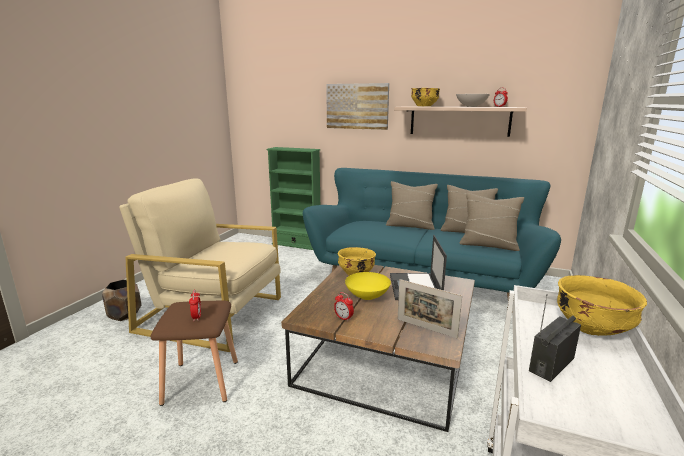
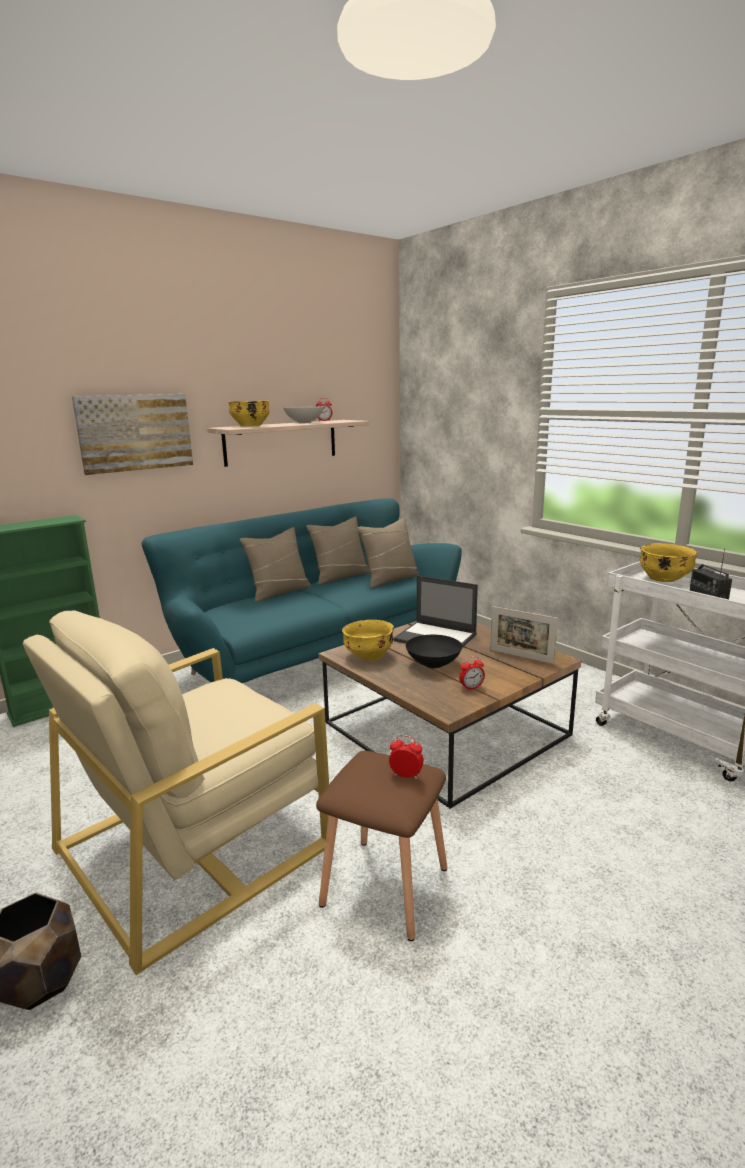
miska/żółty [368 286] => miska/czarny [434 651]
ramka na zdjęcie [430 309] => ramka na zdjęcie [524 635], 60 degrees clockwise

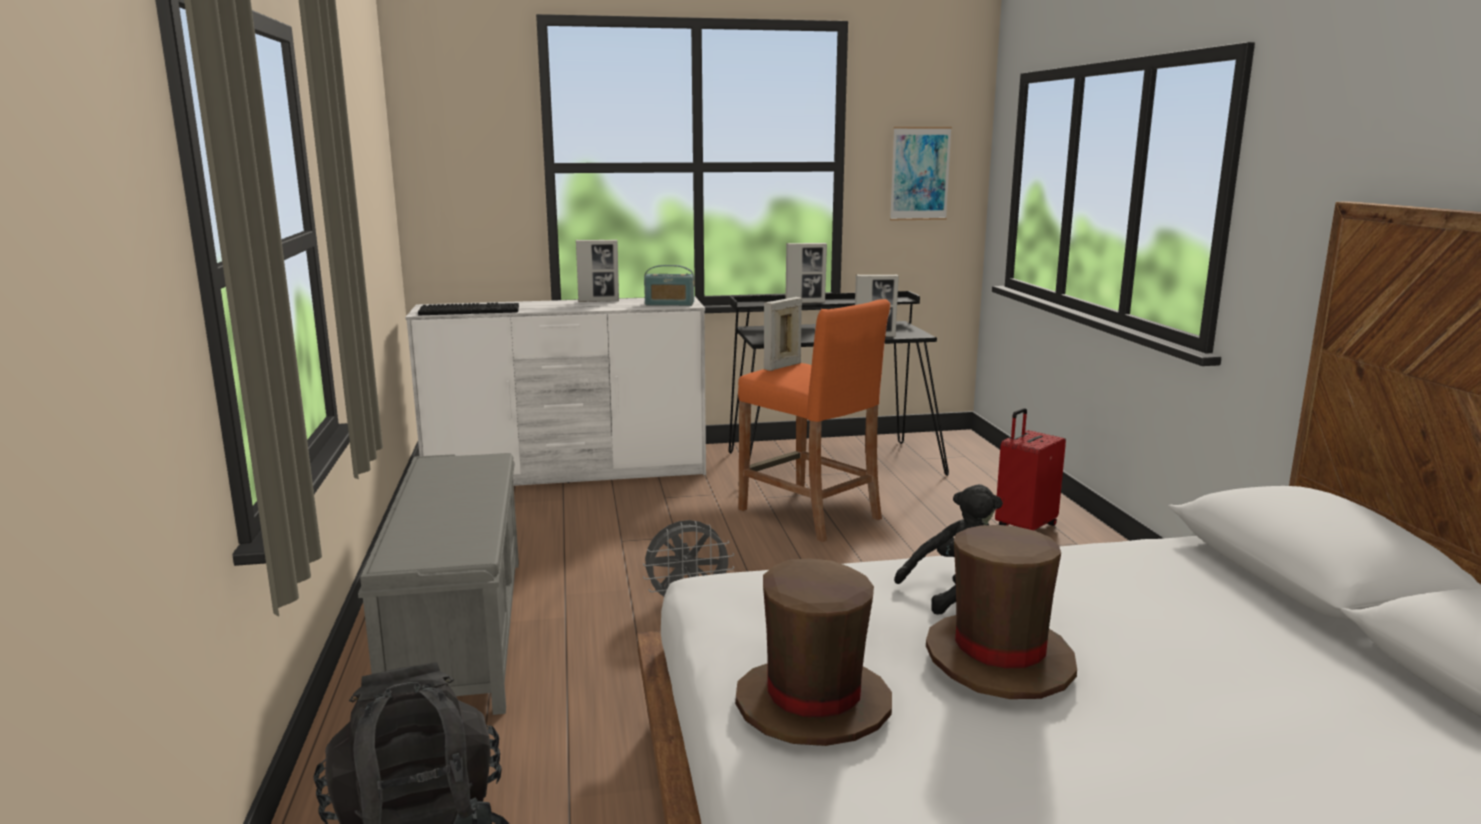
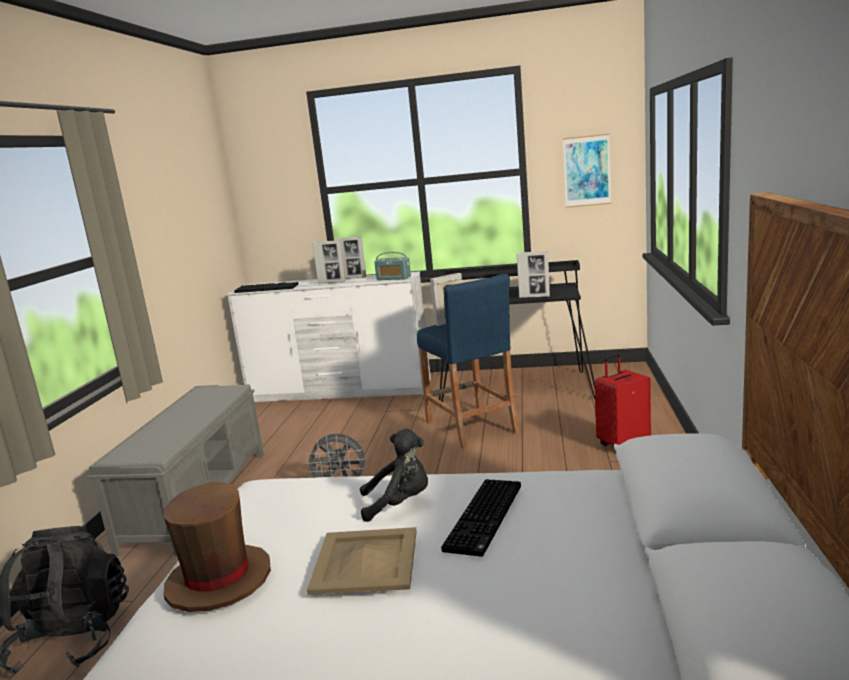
nothing => klawiatura [481 518]
ramka na zdjęcie [806 273] => ramka na zdjęcie [329 262], move
kapelusz/brązowy [1001 612] => taca/beżowy [362 561]
stołek/pomarańczowy [814 420] => stołek/niebieski [468 361]

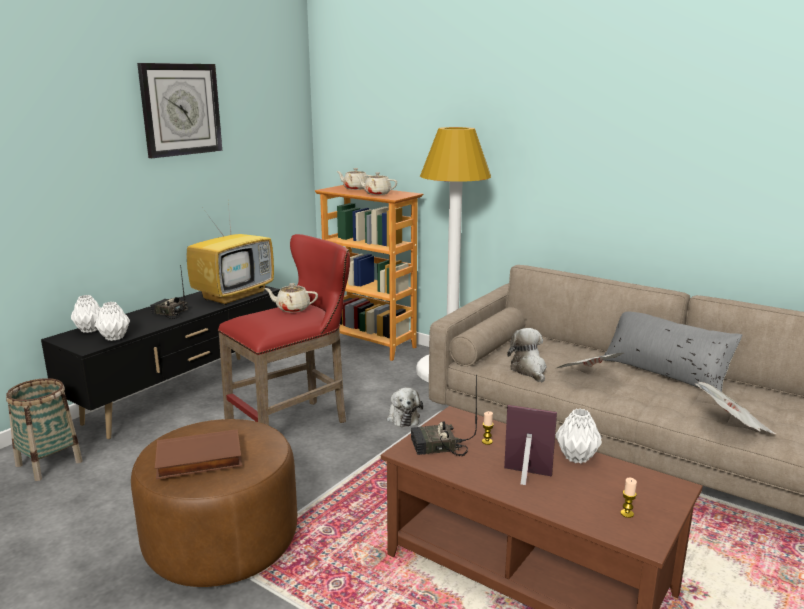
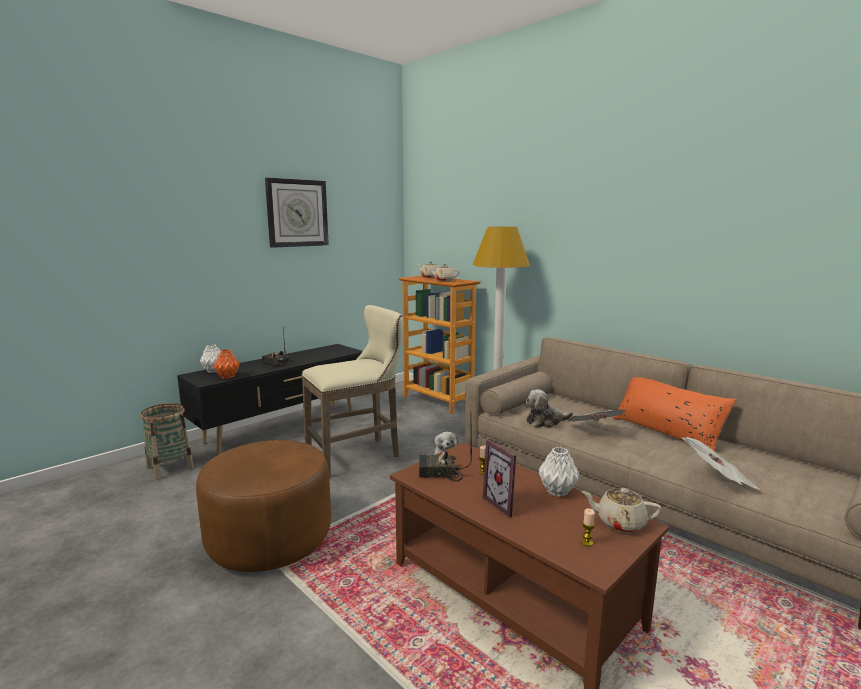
książka/brązowy [198 454] => nothing
telewizor [230 254] => nothing
imbryk/beżowy [291 297] => imbryk/beżowy [622 510], move
wazon/biały [112 321] => wazon/pomarańczowy [226 364]
stołek/czerwony [284 330] => stołek/beżowy [352 391]
poduszka/szary [673 352] => poduszka/pomarańczowy [674 414]
ramka na zdjęcie [530 445] => ramka na zdjęcie [500 478], 150 degrees counterclockwise
pluszak [526 355] => pluszak [549 408], 105 degrees counterclockwise

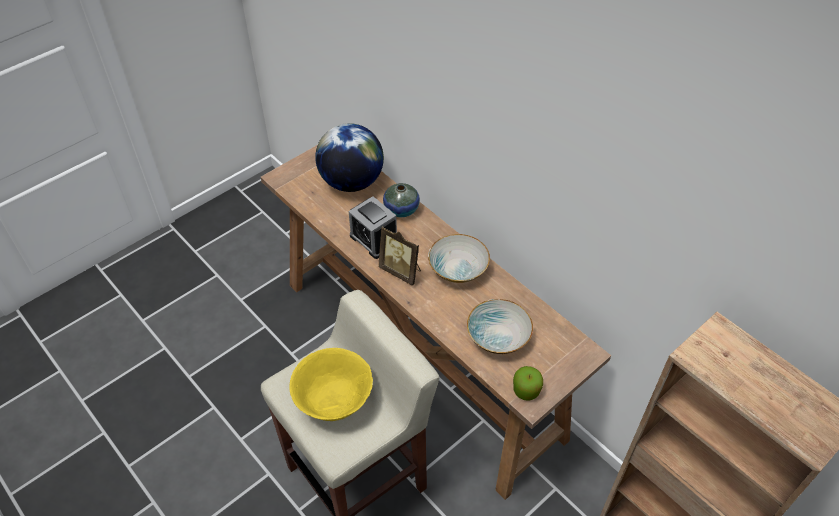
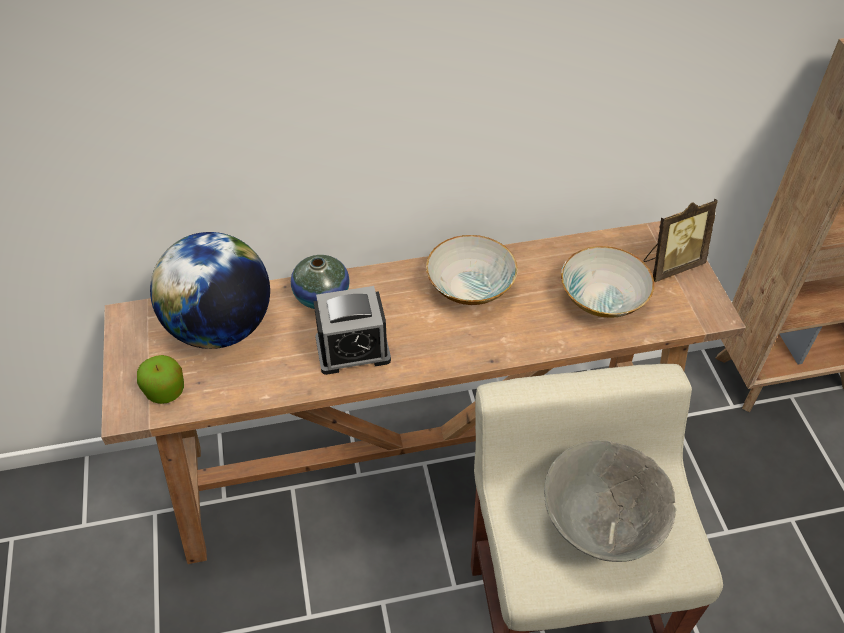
ramka na zdjęcie [399 256] => ramka na zdjęcie [680 240], move
jabłko [528 383] => jabłko [160 379], move
miska/żółty [331 384] => miska/szary [610 501]

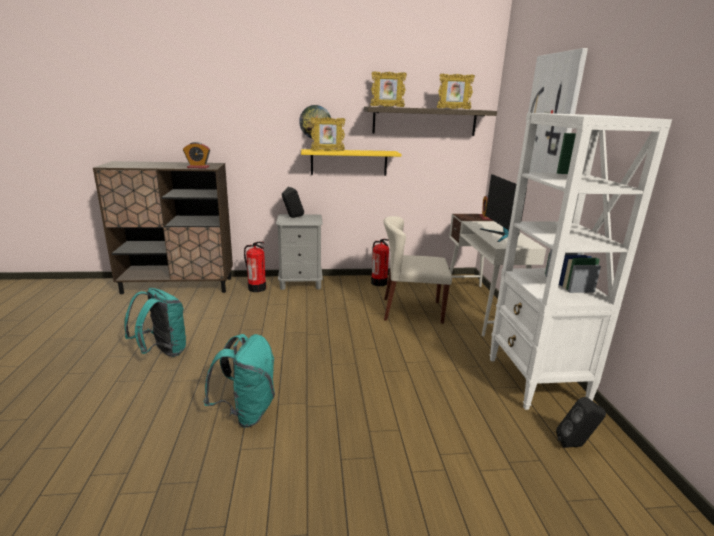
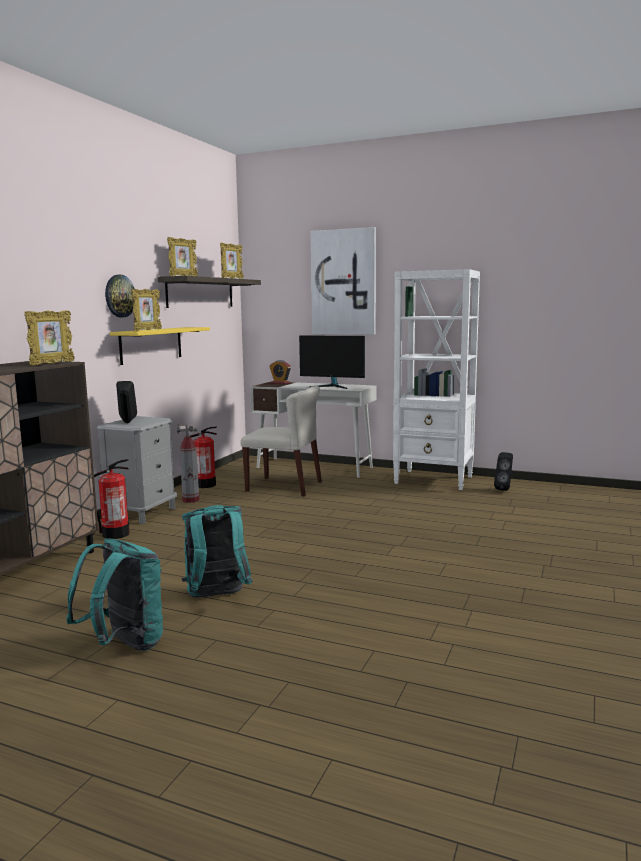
nothing => gaśnica [188 463]
plecak/turkusowy [239 381] => plecak/turkusowy [114 595], move
budzik [196 155] => ramka na zdjęcie [49 337]
krzesło/beżowy [418 270] => krzesło/beżowy [281 441], 105 degrees counterclockwise

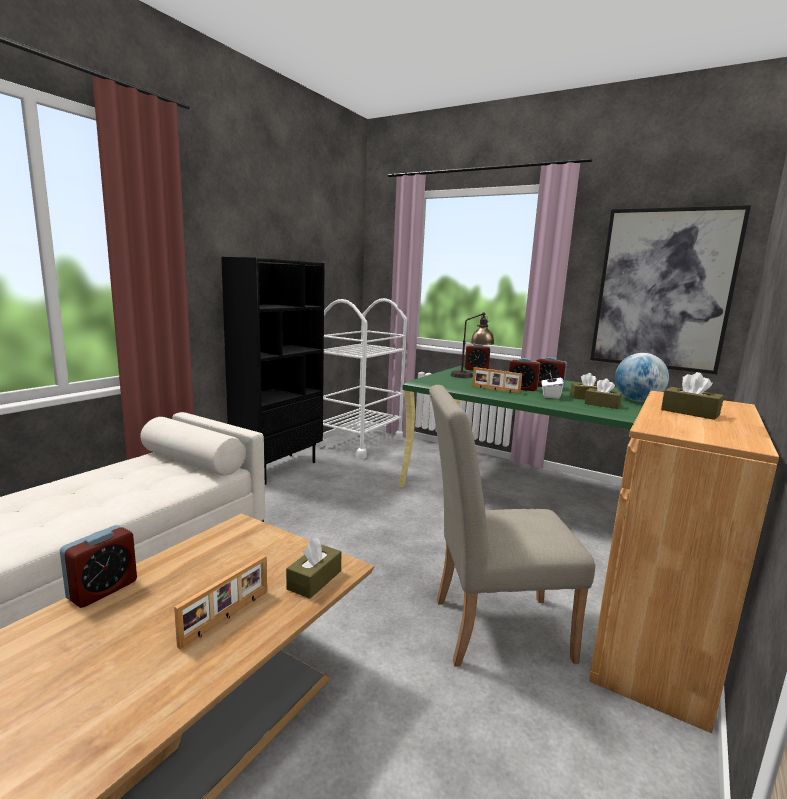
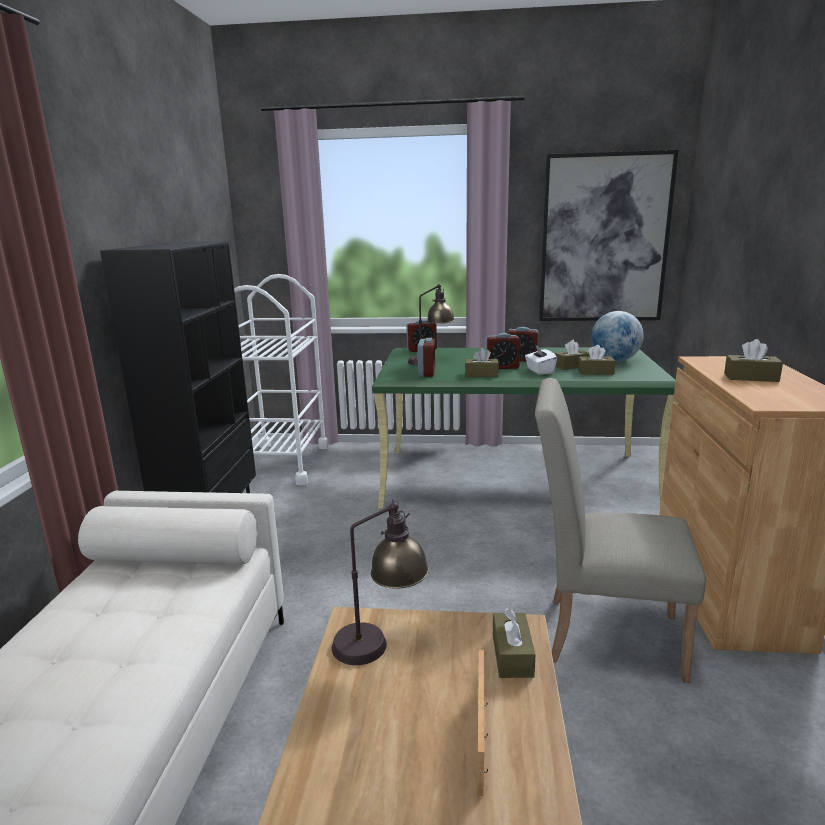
nothing => lampa stołowa [380 582]
budzik [98 566] => budzik [426 357], move
ramka na zdjęcie [497 380] => pudełko chusteczek/brązowy [482 362]
krzesło/beżowy [512 525] => krzesło/beżowy [620 530], 45 degrees clockwise

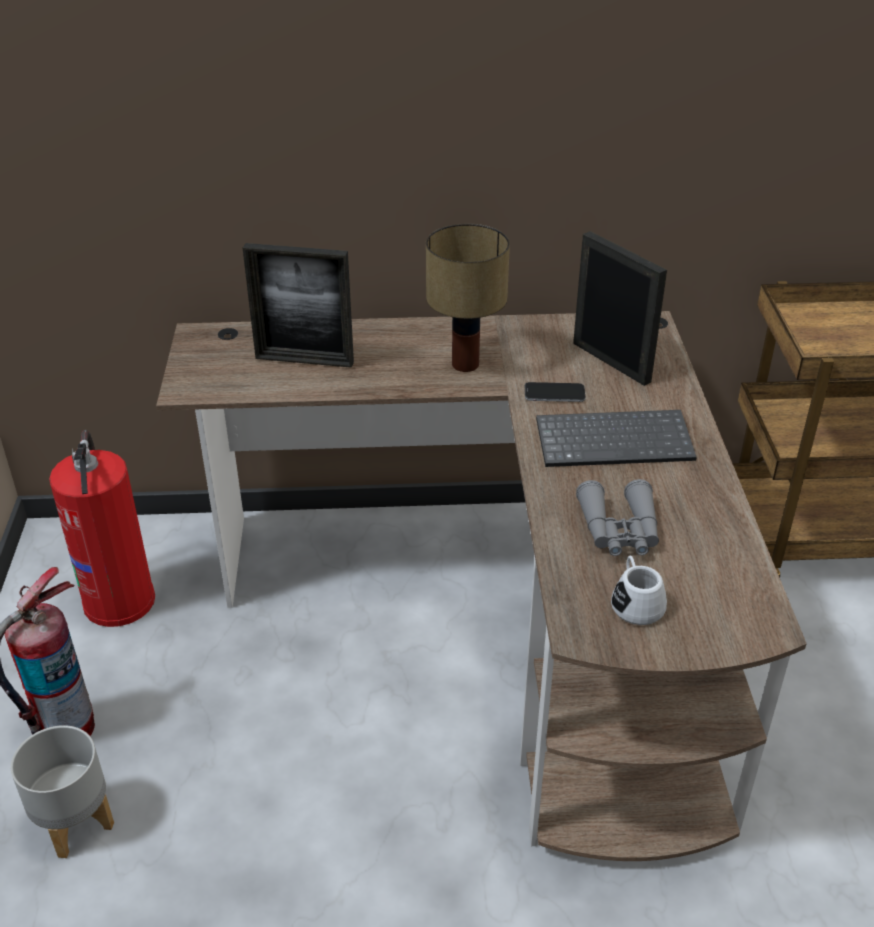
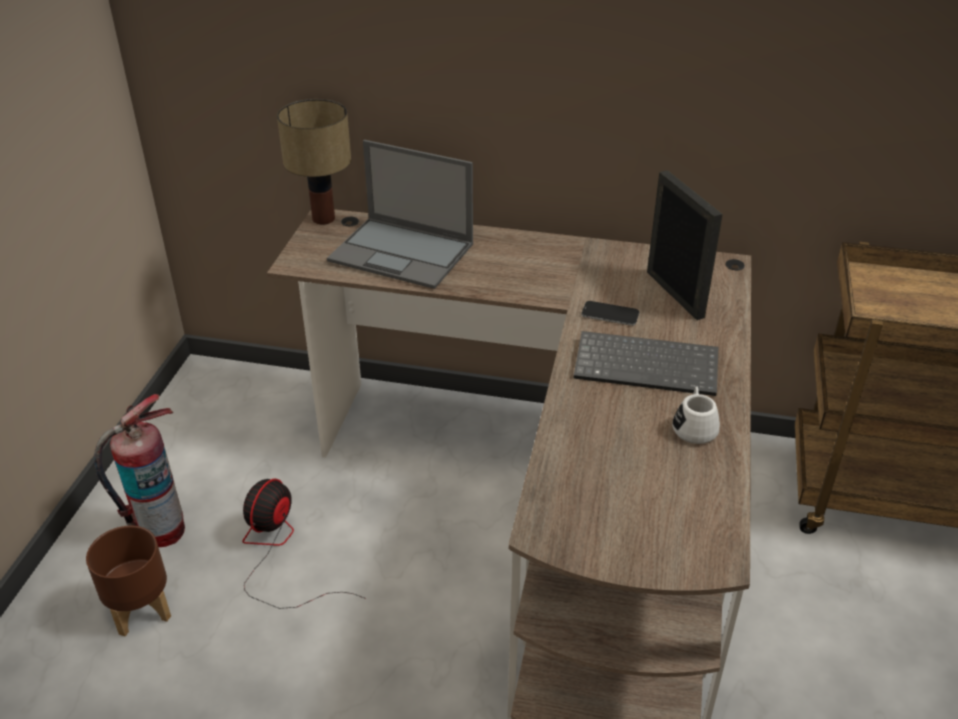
gaśnica [102 528] => nothing
lornetka/szary [617 517] => nothing
nothing => wentylator [304 543]
lampa stołowa [468 297] => lampa stołowa [314 162], move
kubek/biały [639 590] => kubek/biały [696 415], move
ramka na zdjęcie [298 305] => laptop [400 214]
donica/szary [62 791] => donica/brązowy [128 581]

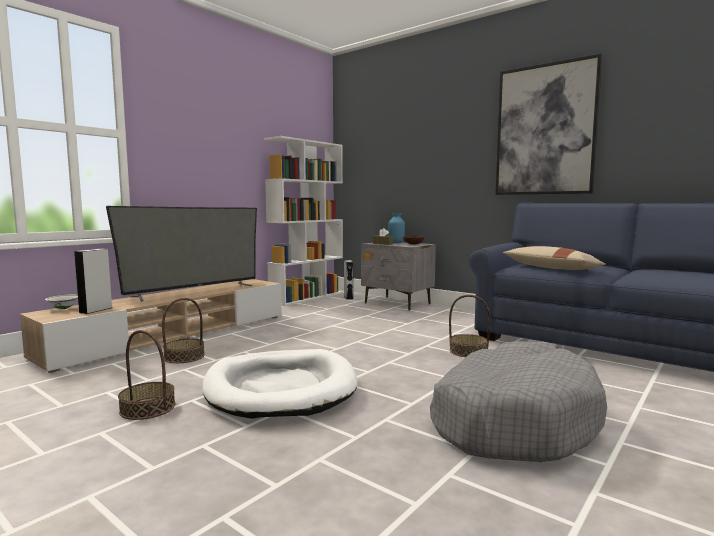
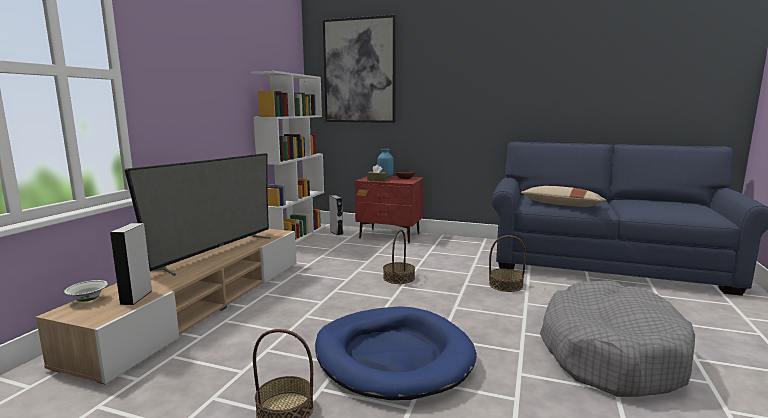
koszyk [183 330] => koszyk [399 257], move
obraz [549 124] => obraz [359 69], move
legowisko/biały [280 384] => legowisko/niebieski [396 353]
szafka nocna/szary [398 276] => szafka nocna/czerwony [389 209]

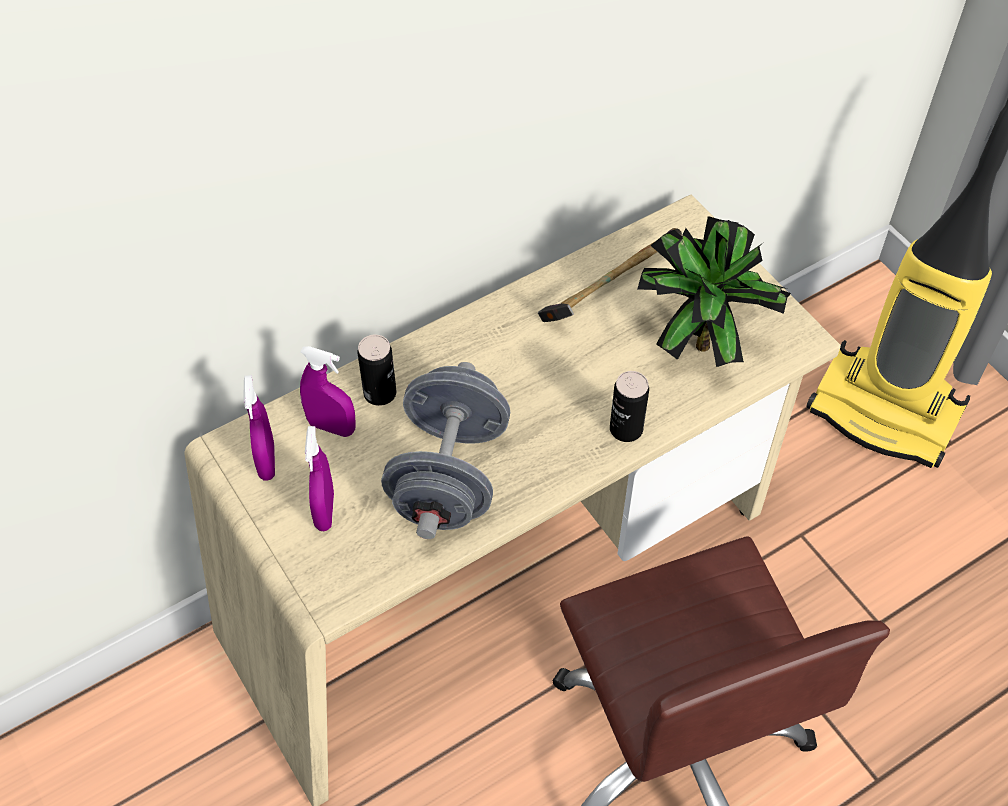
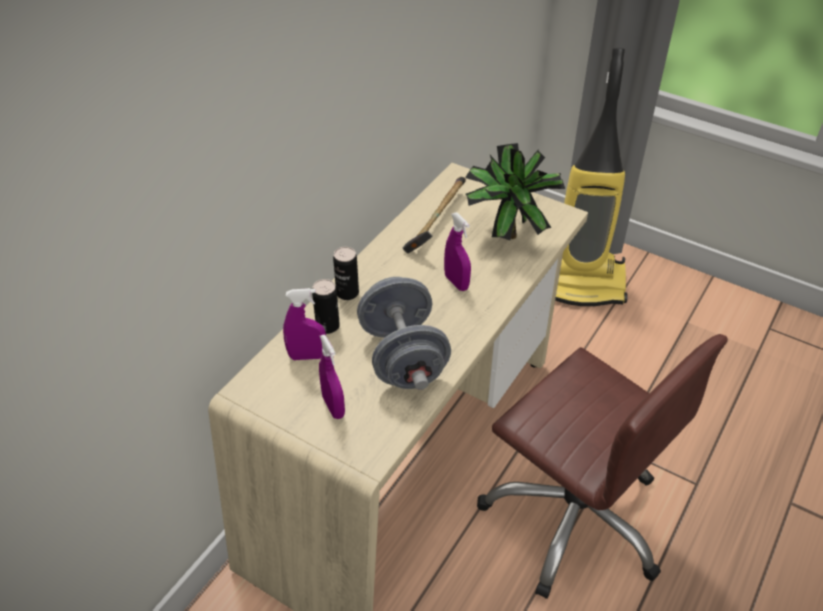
spryskiwacz/fioletowy [259 428] => spryskiwacz/fioletowy [457 252], move
puszka [629 406] => puszka [346 273], move

